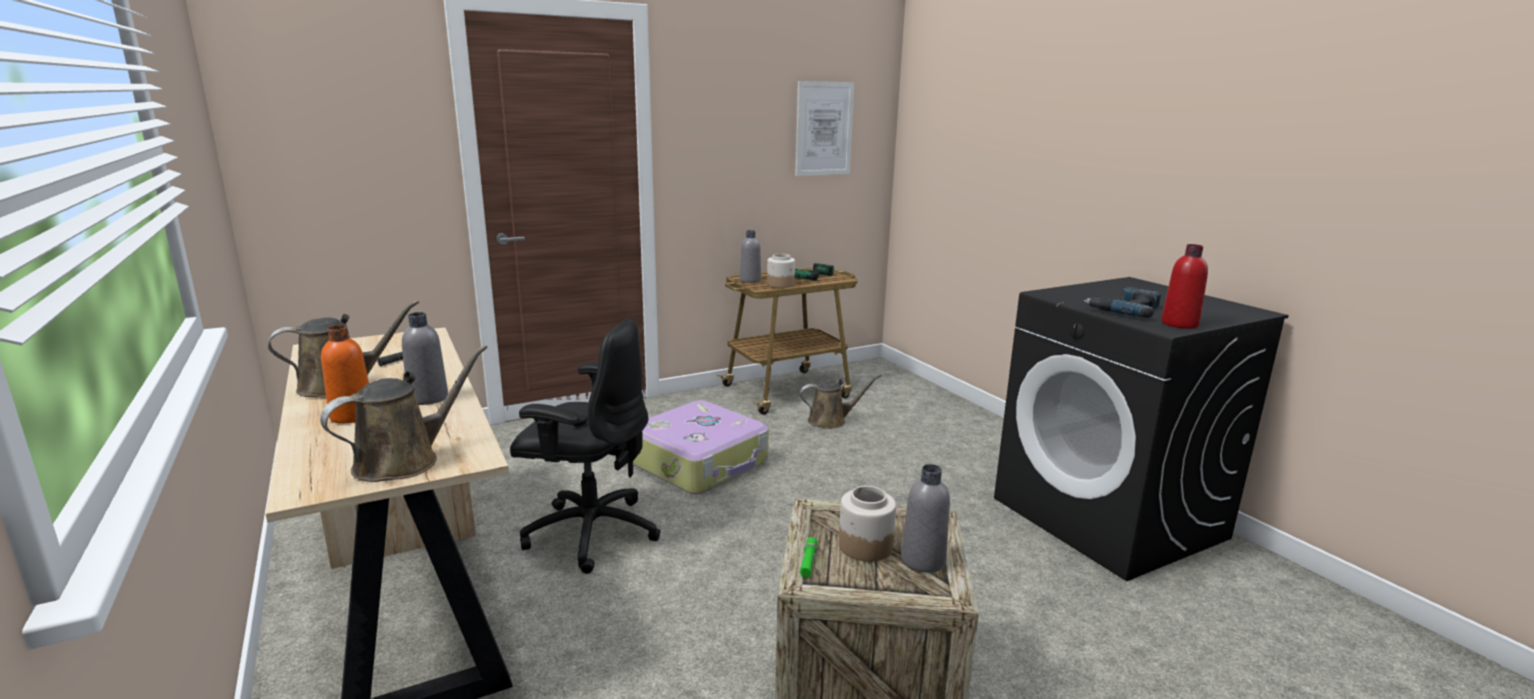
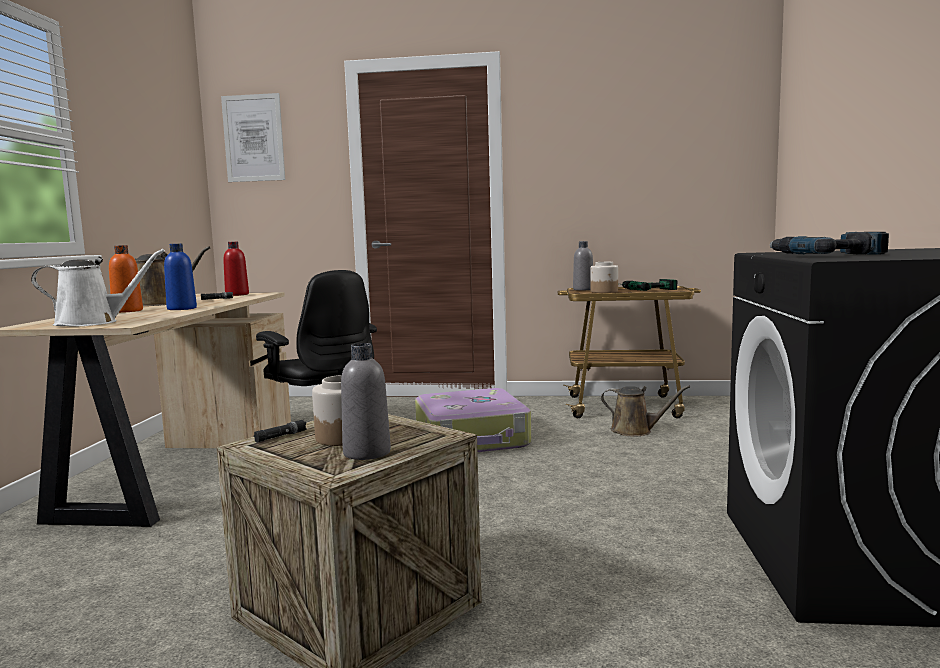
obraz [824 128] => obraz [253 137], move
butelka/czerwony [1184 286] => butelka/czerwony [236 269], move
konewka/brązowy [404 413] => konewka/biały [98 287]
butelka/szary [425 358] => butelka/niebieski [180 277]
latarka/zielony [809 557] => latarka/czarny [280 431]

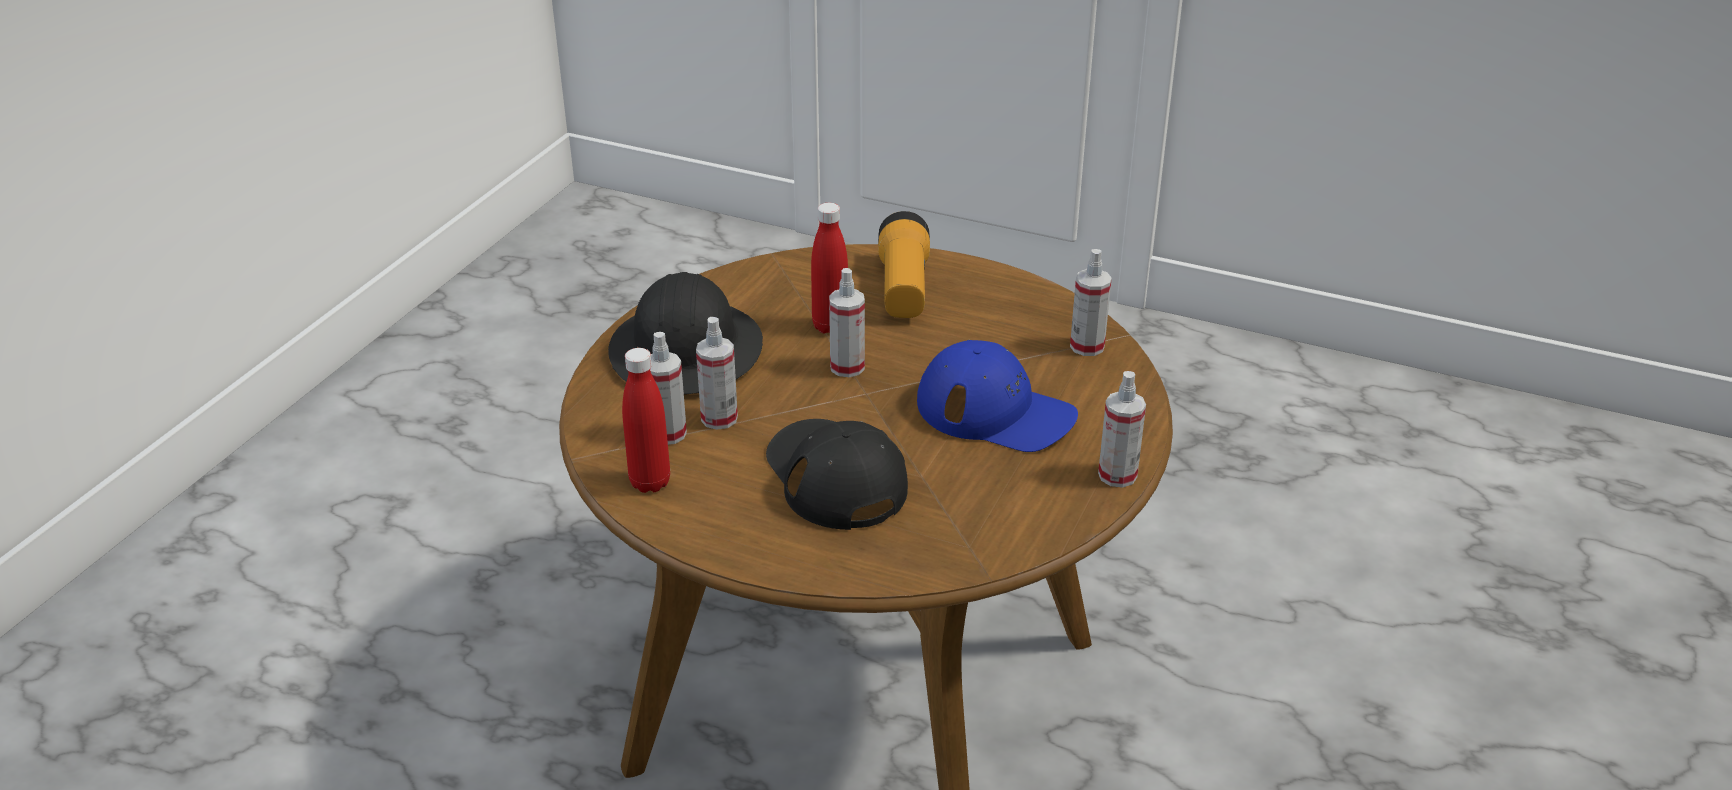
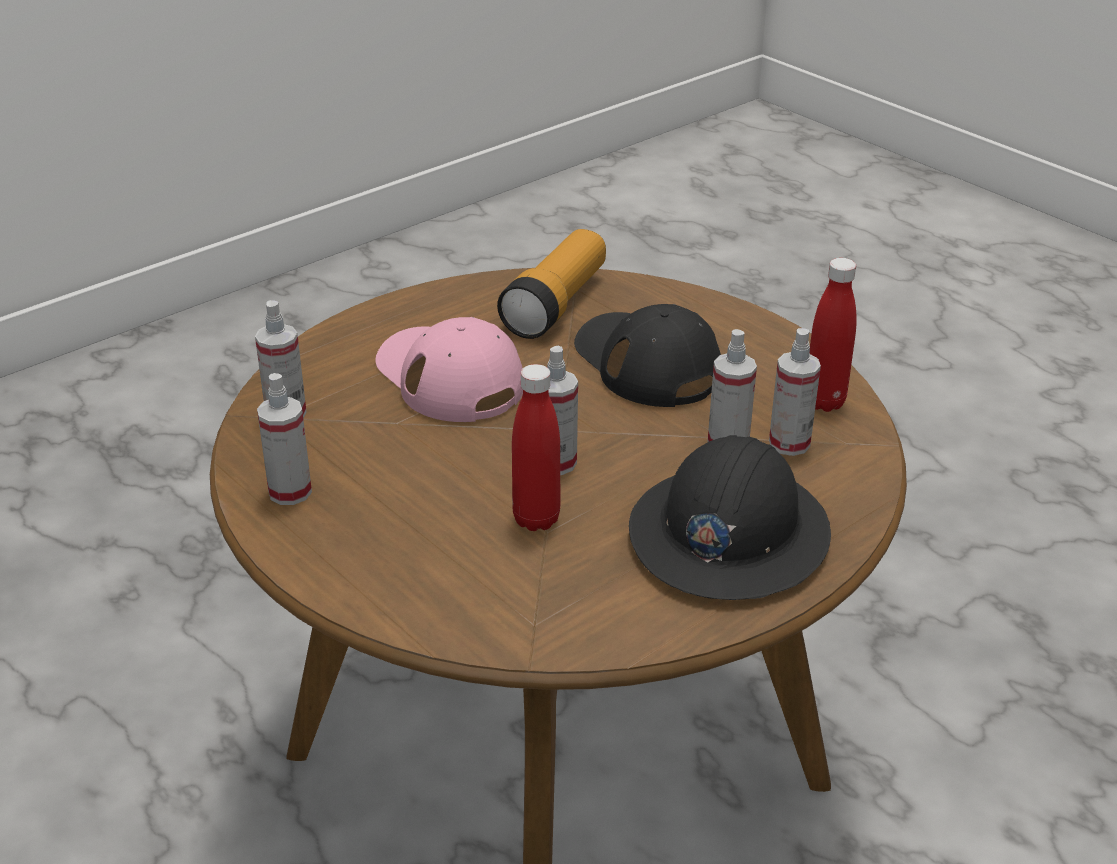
latarka [904 264] => latarka [551 284], move
spryskiwacz [1122 429] => spryskiwacz [284 439], move
czapka z daszkiem/niebieski [997 396] => czapka z daszkiem/różowy [449 369]
czapka z daszkiem/czarny [837 474] => czapka z daszkiem/czarny [647 355], 150 degrees clockwise

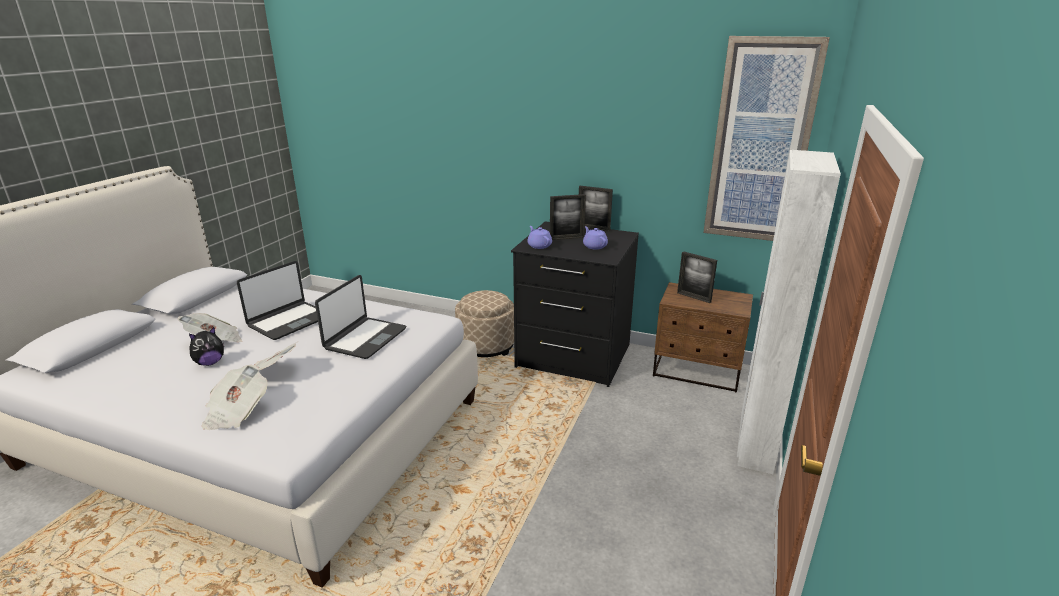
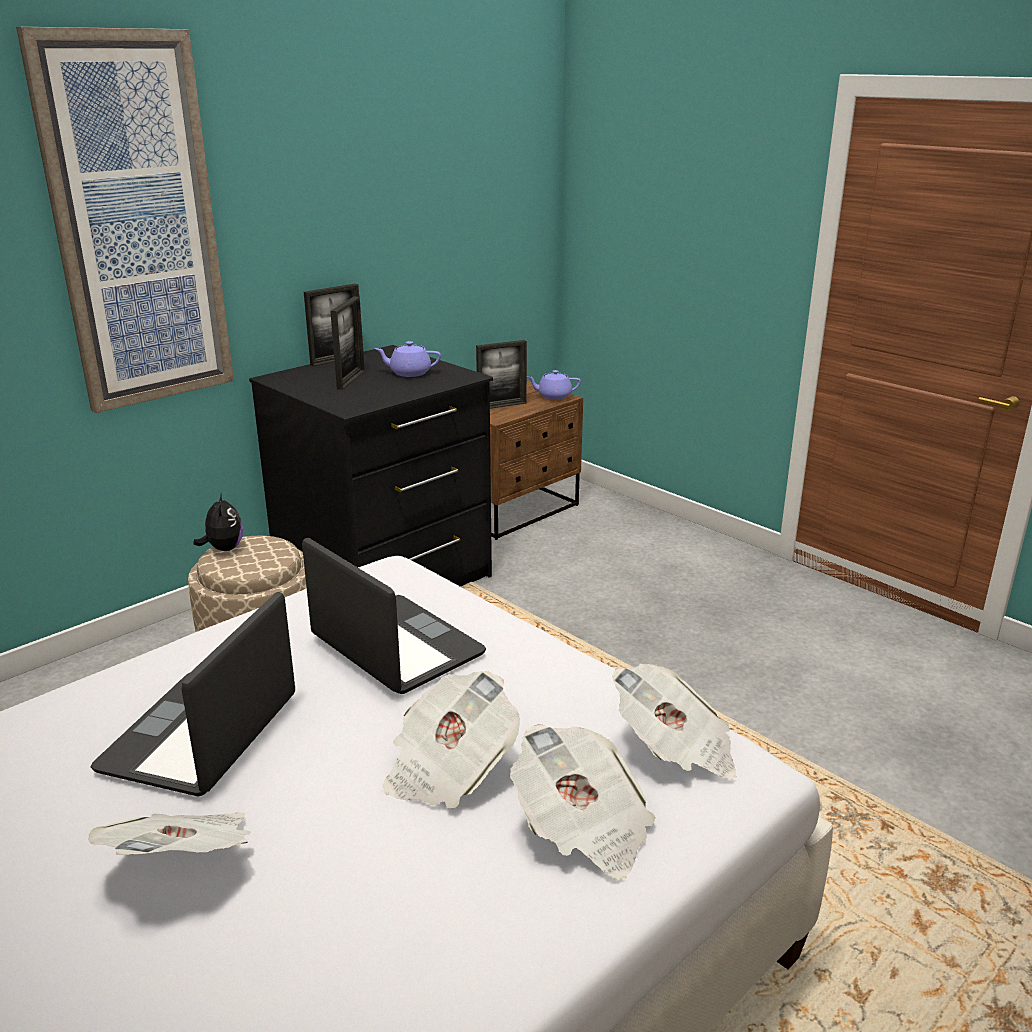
szafa/biały [789 312] => nothing
nothing => gazeta [674 721]
pluszak [206 346] => pluszak [218 521], move
imbryk/fioletowy [540 237] => imbryk/fioletowy [554 385], move
obraz [766 138] => obraz [125 220], move
laptop [277 300] => laptop [193 694], 135 degrees counterclockwise

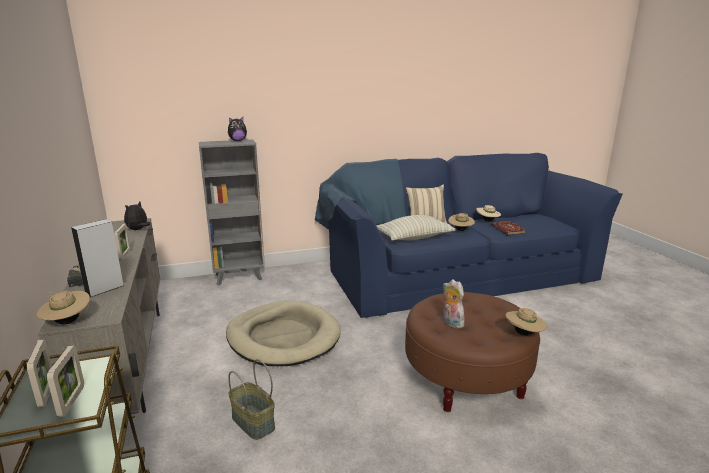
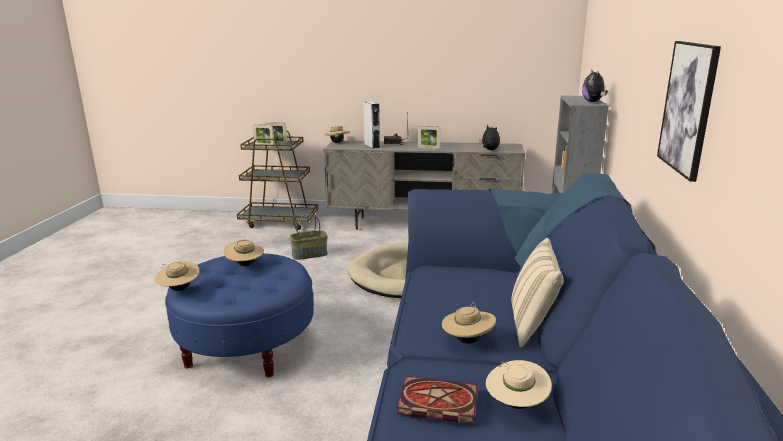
poduszka [416 227] => nothing
nothing => obraz [689 111]
pluszak [454 303] => kapelusz/beżowy [244 252]
pufa/brązowy [472 352] => pufa/niebieski [239 315]

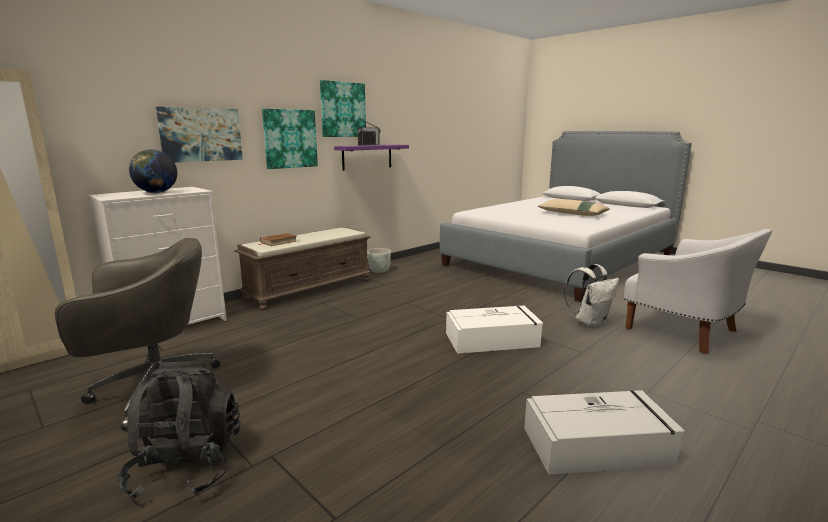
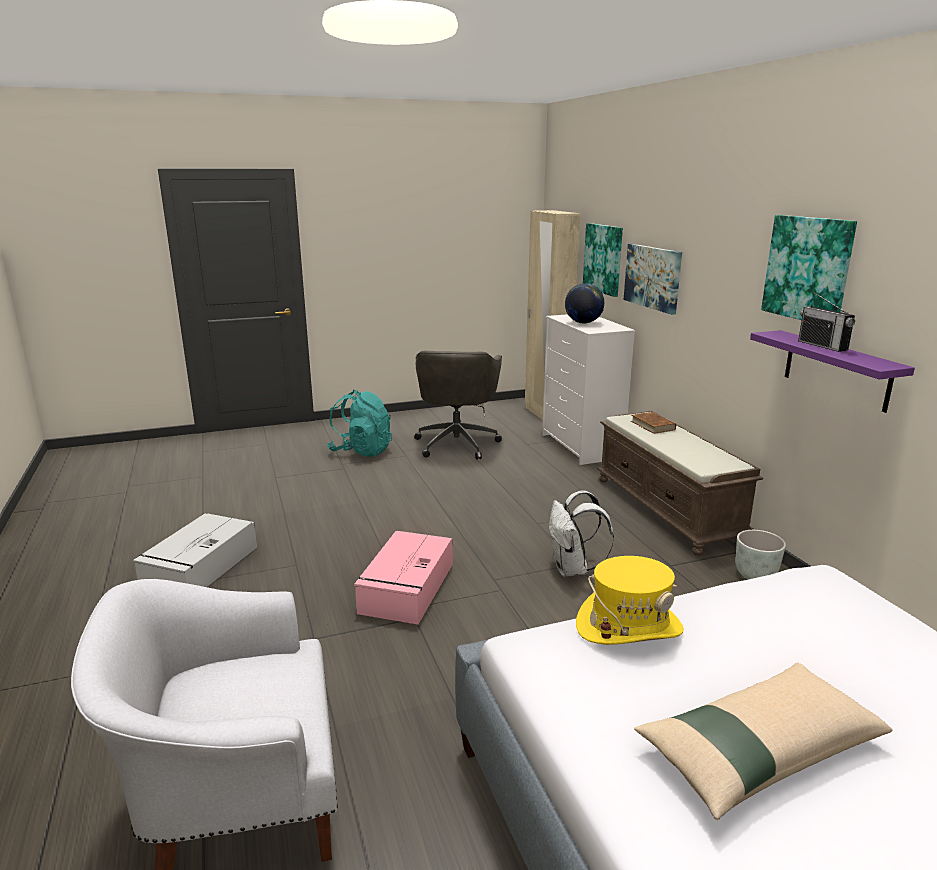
nothing => kapelusz/żółty [630 600]
obraz [290 139] => obraz [603 260], move
plecak/biały [591 296] => plecak/biały [581 533], move
plecak/czarny [179 430] => plecak/turkusowy [359 423]
pojemnik do przechowywania/biały [494 330] => pojemnik do przechowywania/różowy [403 578]

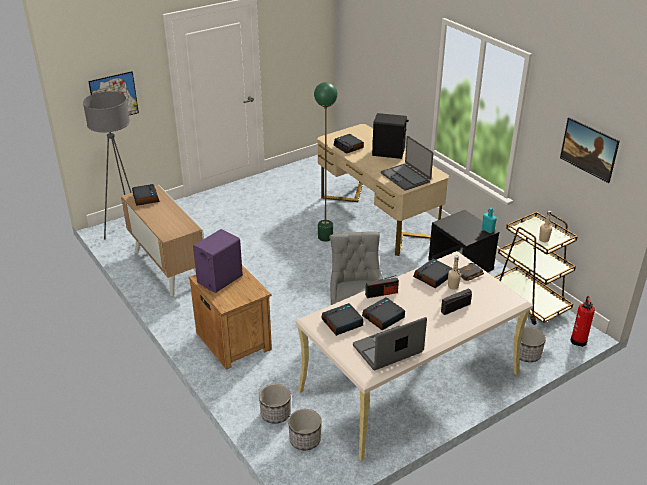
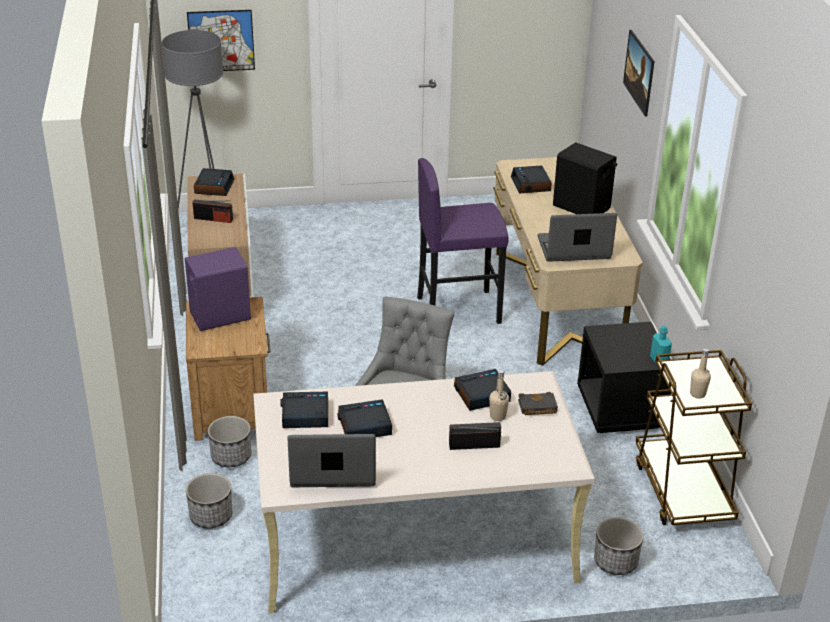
gaśnica [582 321] => nothing
donica [304 429] => donica [229 441], move
radio [382 286] => radio [212 211], move
obraz [590 150] => obraz [639 73], move
lampa stojąca/zielony [326 162] => stołek/fioletowy [463 241]
laptop [407 163] => laptop [577 237], 90 degrees clockwise

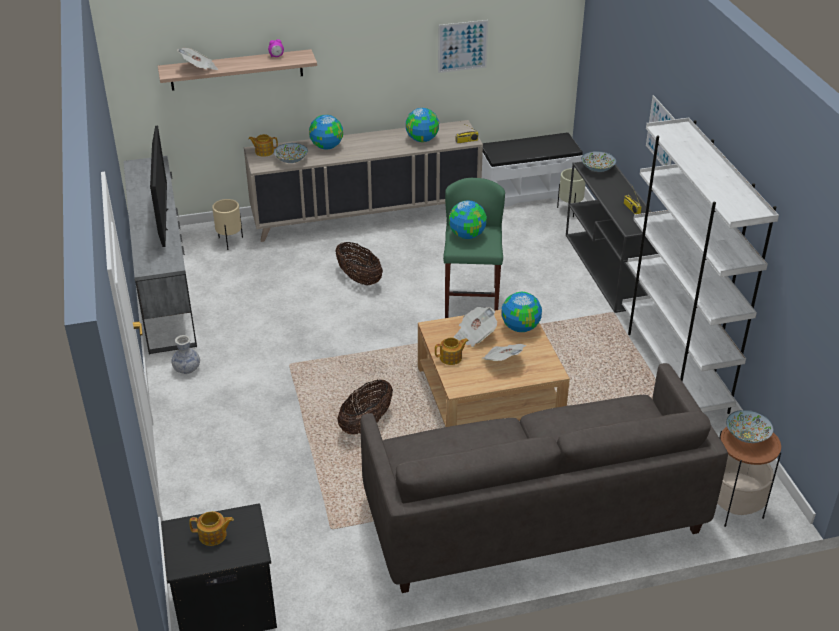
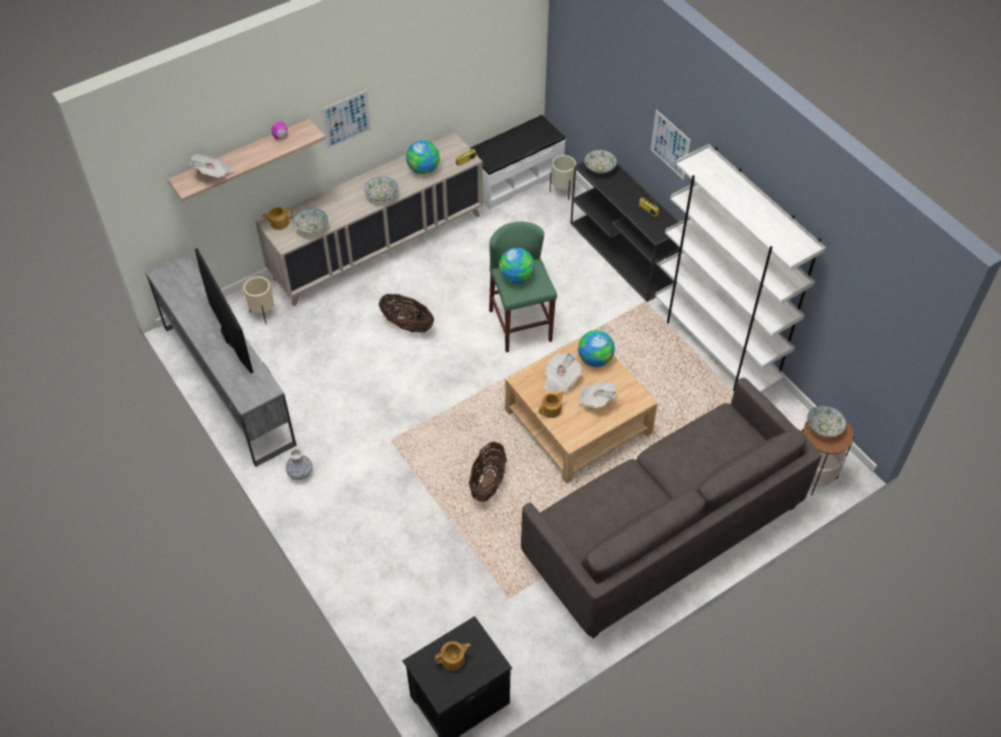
globus [326 132] => nothing
nothing => miska [381 189]
obraz [463 46] => obraz [346 119], move

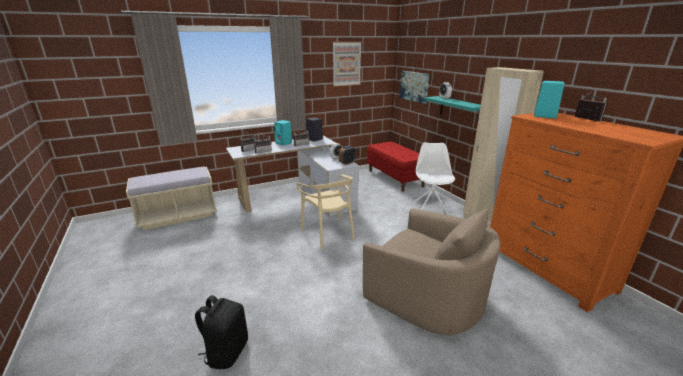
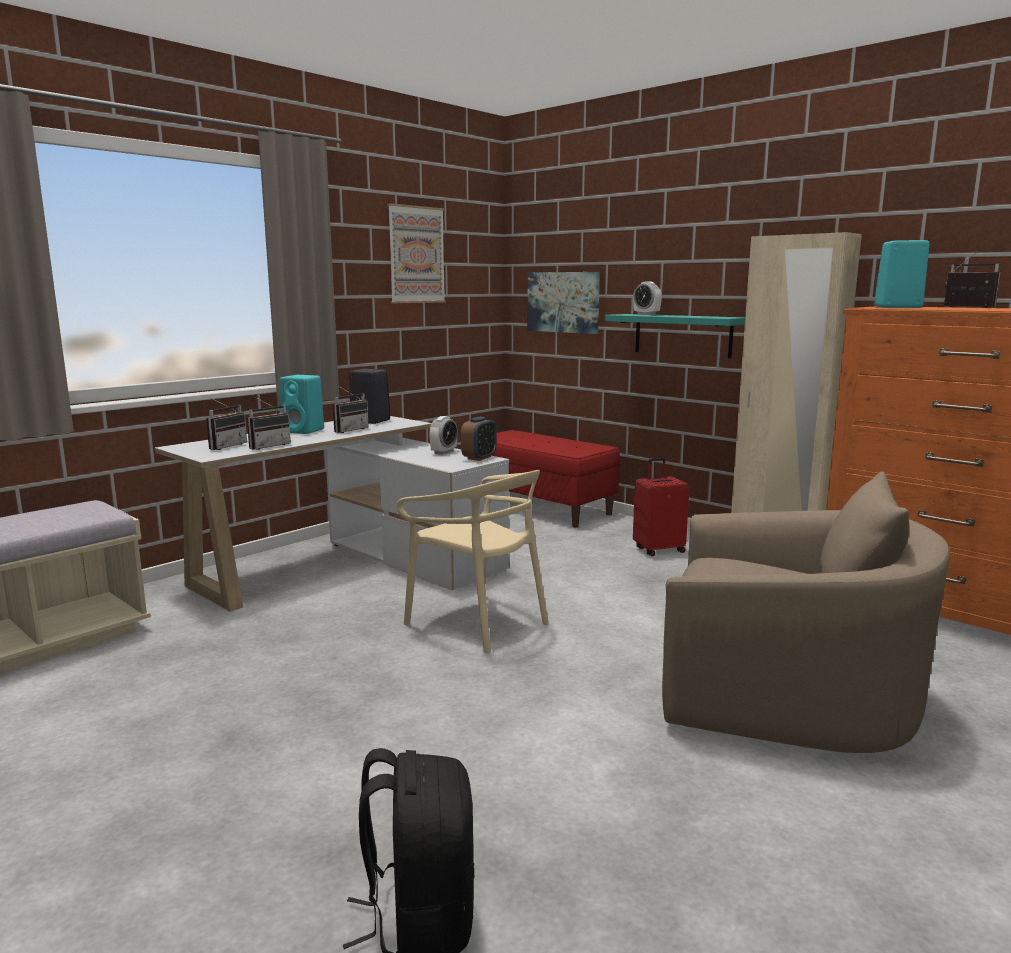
krzesło/biały [434 178] => walizka/czerwony [661 507]

